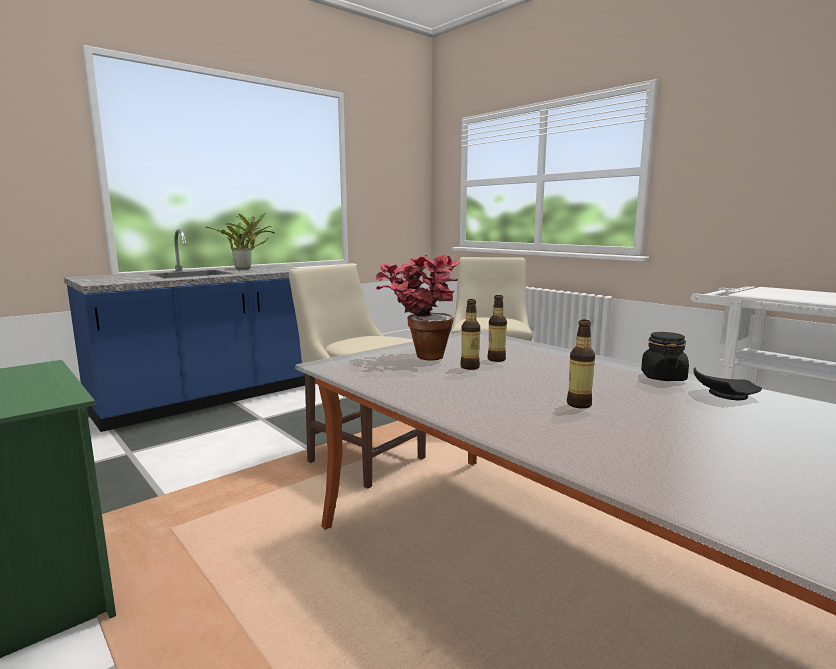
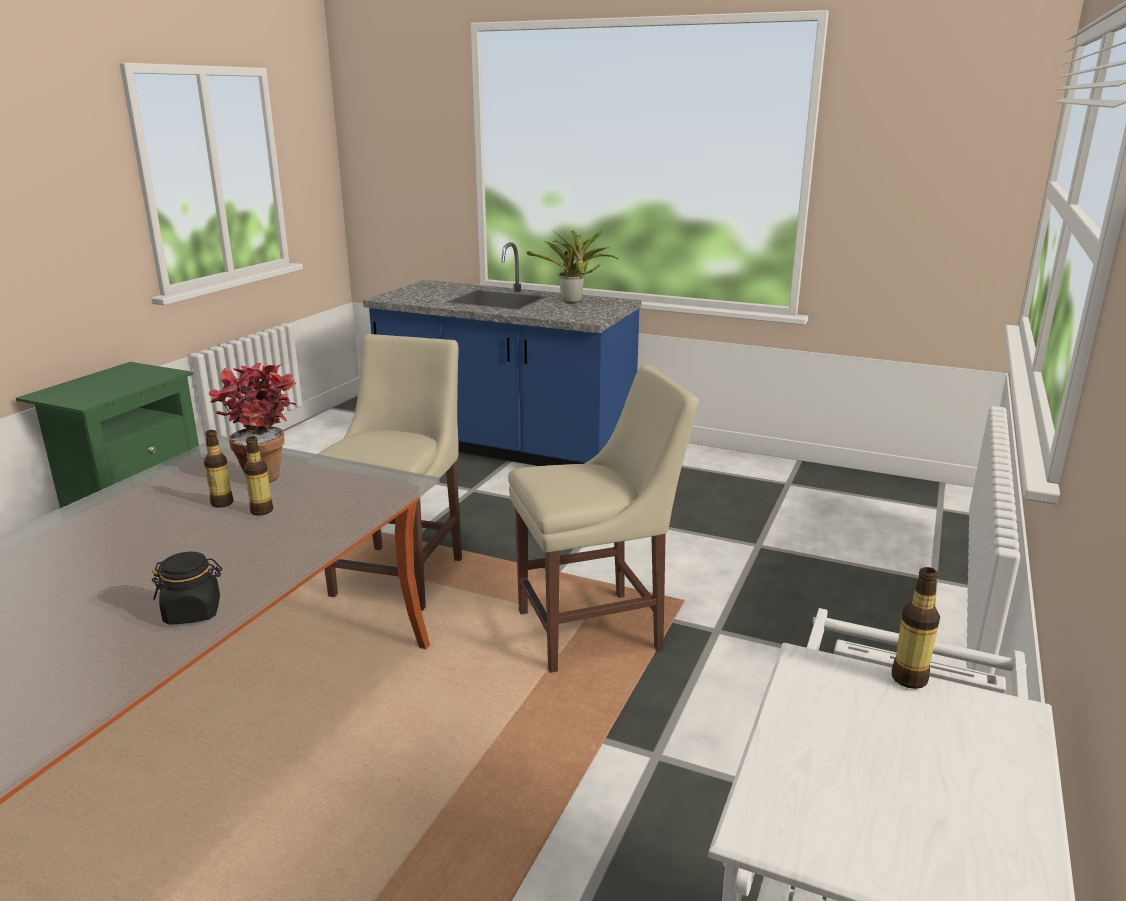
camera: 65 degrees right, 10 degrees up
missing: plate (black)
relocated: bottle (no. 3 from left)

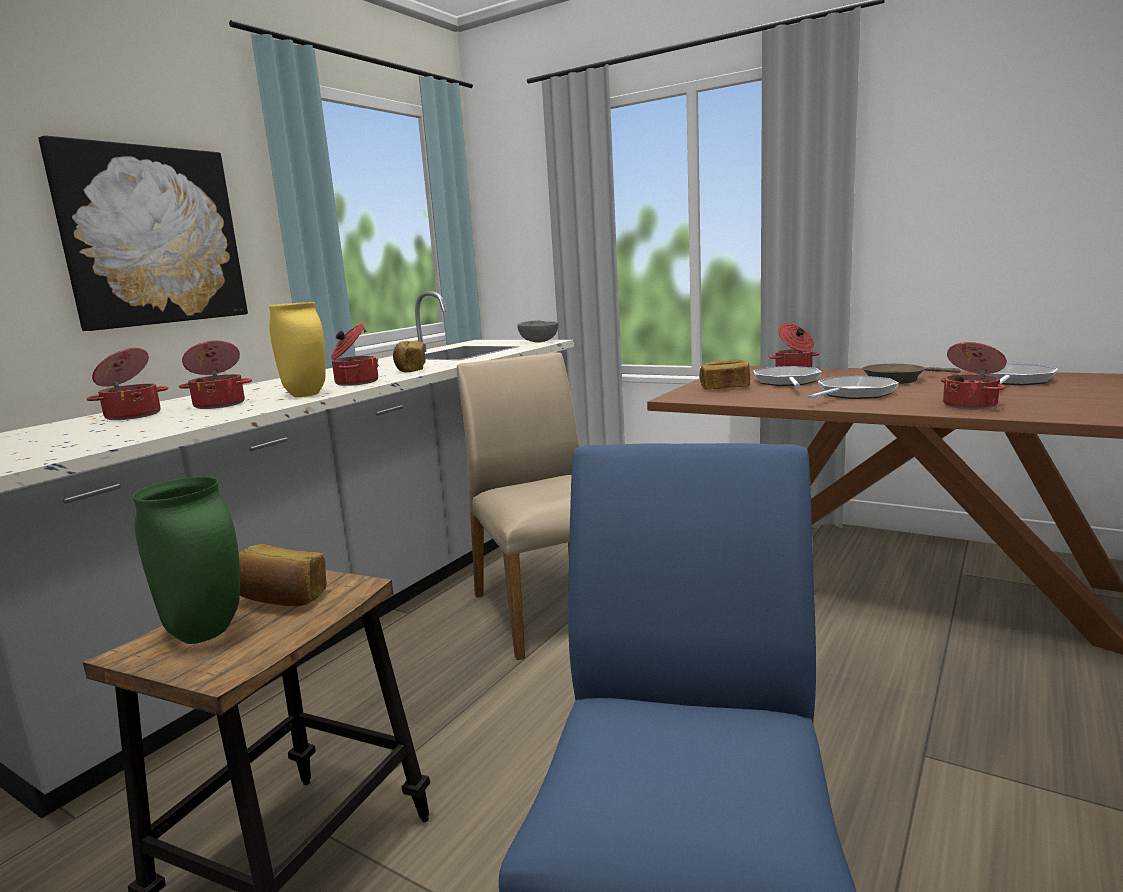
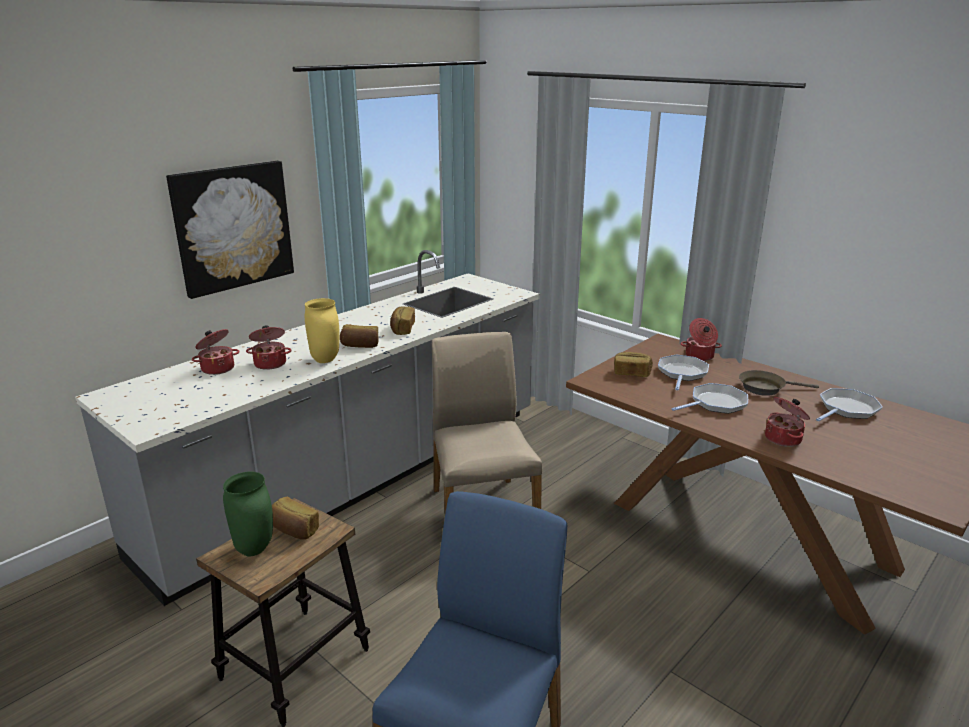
camera: 10 degrees right, 10 degrees up
missing: bowl (grey)
exchanged: cooking pot (no. 3 from left) to bread (no. 2 from left)

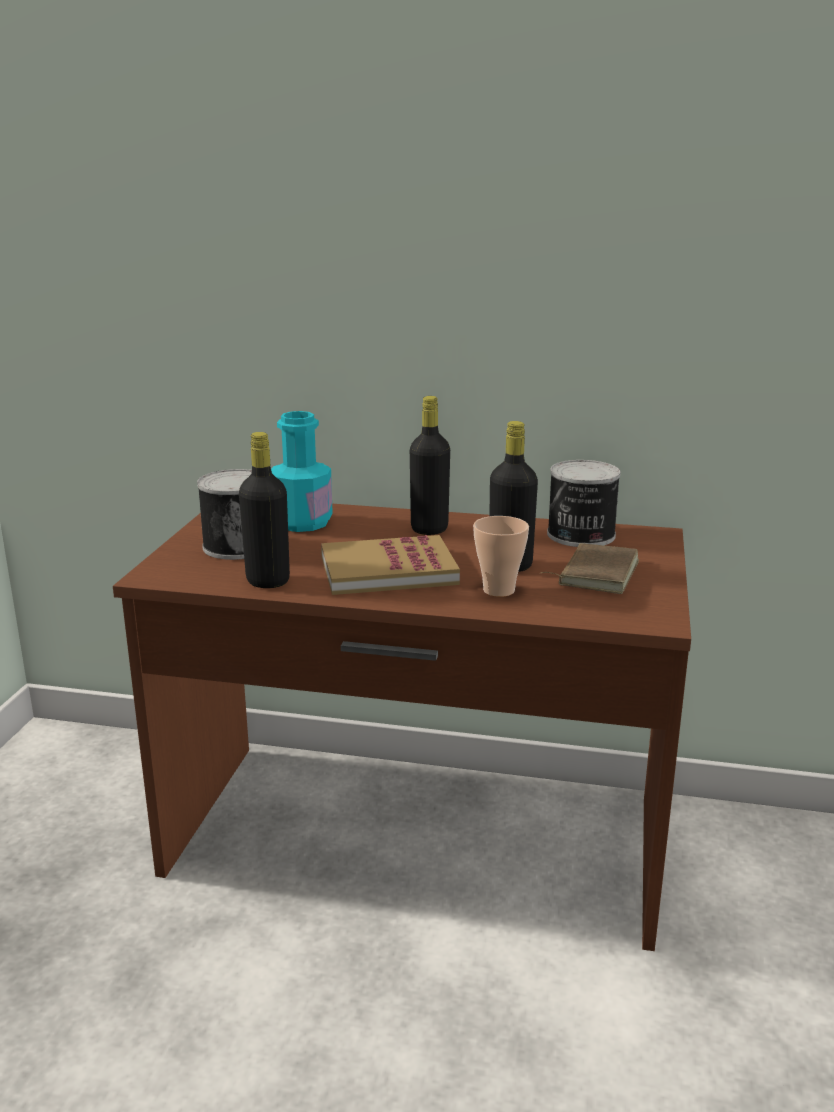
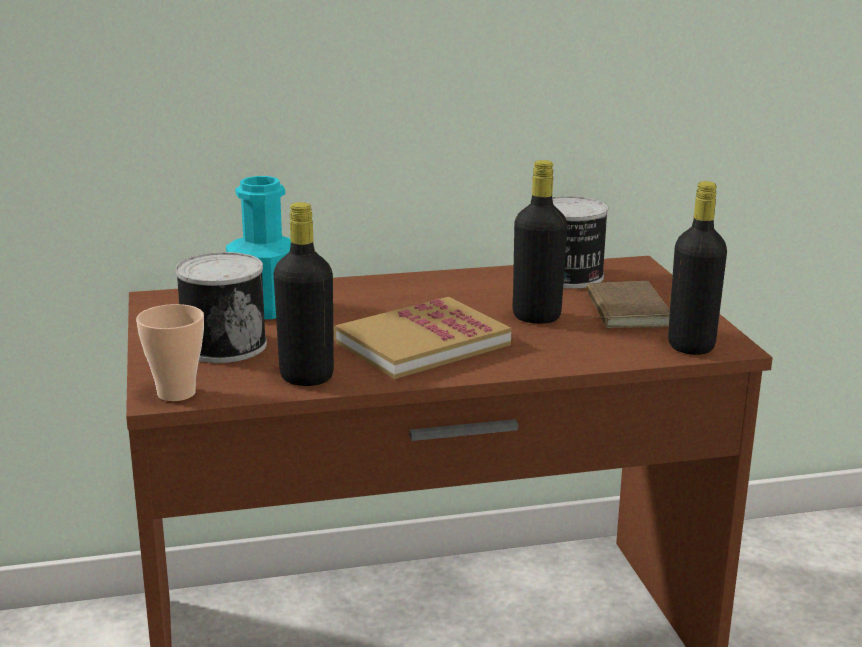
camera: 25 degrees left, 0 degrees up
relocated: bottle (black) (no. 2 from left in the first image) to bottle (black) (no. 3 from left); cup

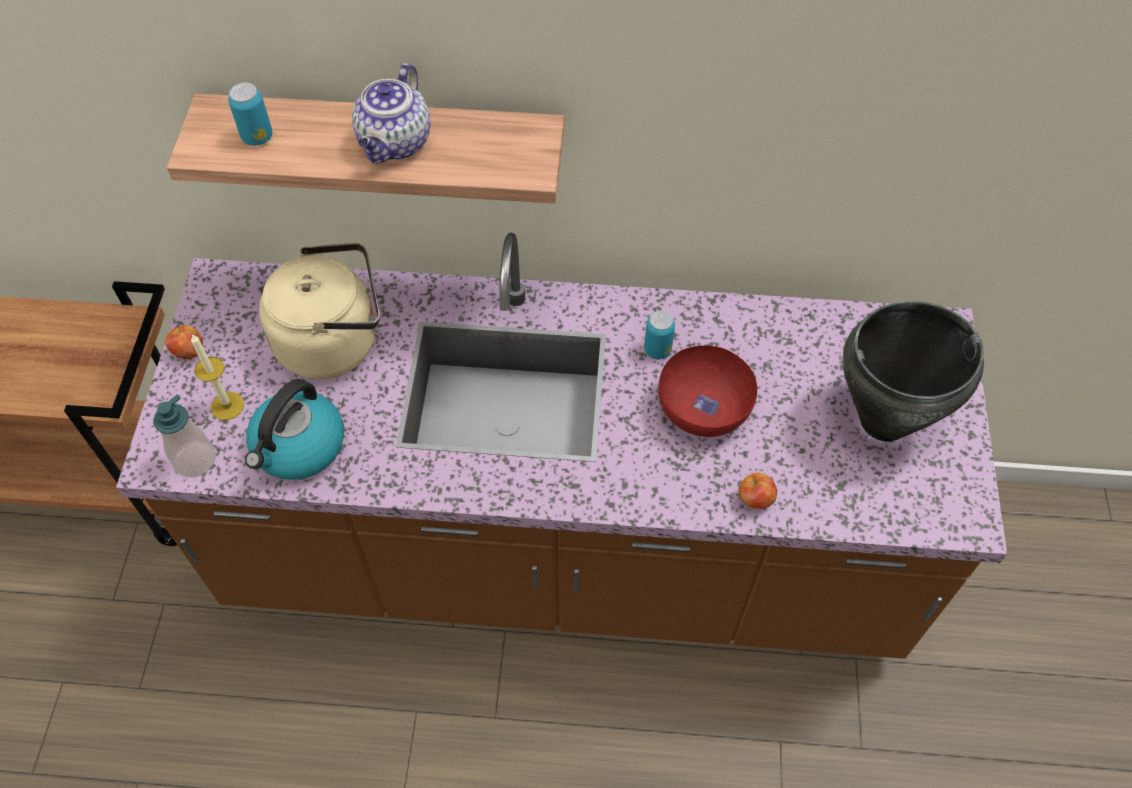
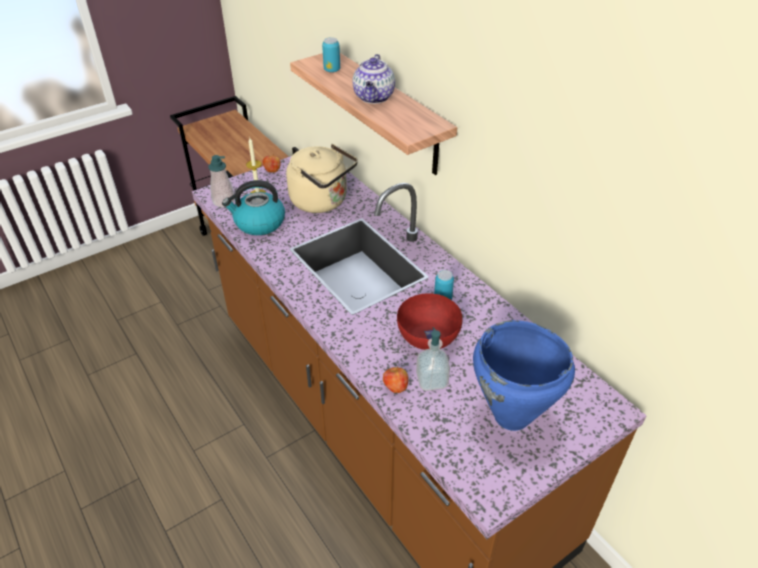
camera: 50 degrees right, 15 degrees down
appeared: soap dispenser (no. 2 from left)
colour: cooking pot (black) to cooking pot (blue)
spun: teapot 60 degrees counterclockwise

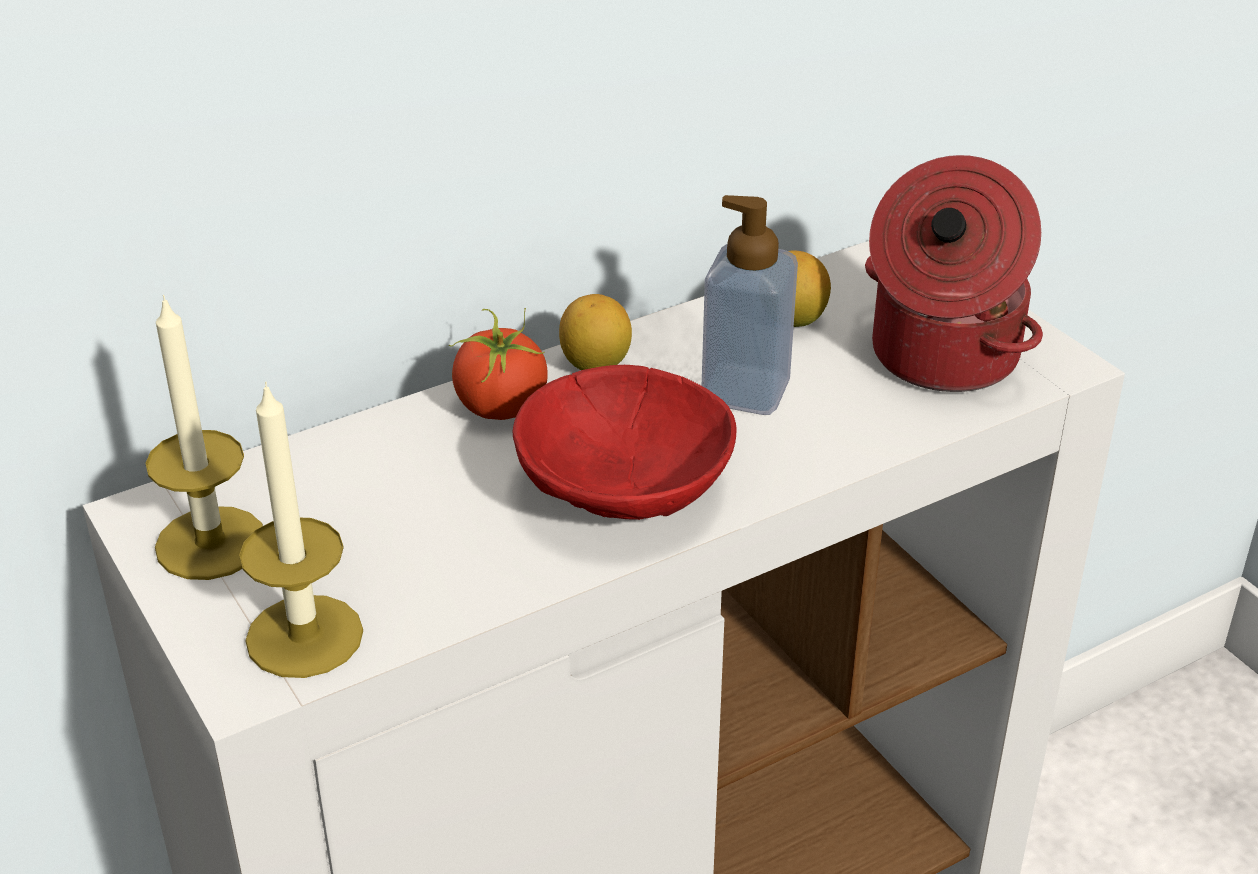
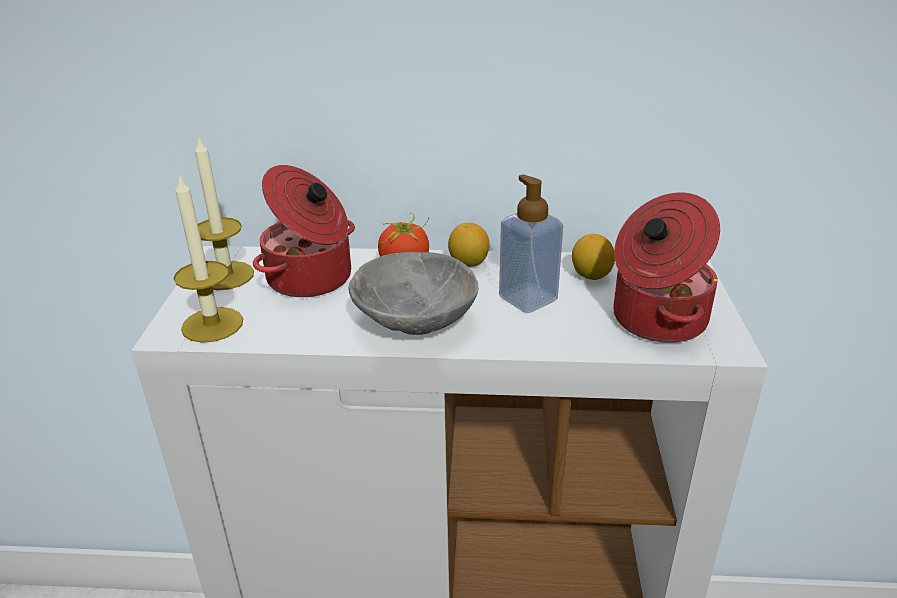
camera: 35 degrees right, 5 degrees down
appeared: cooking pot (no. 1 from left)
colour: bowl (red) to bowl (grey)

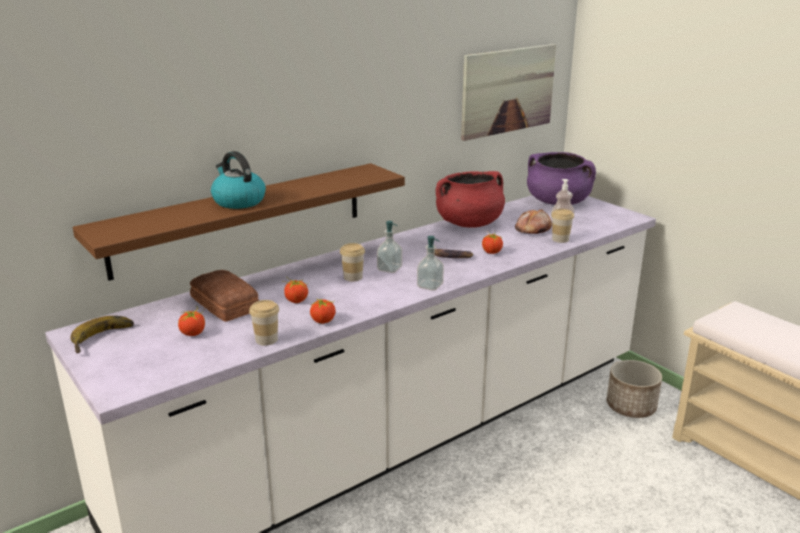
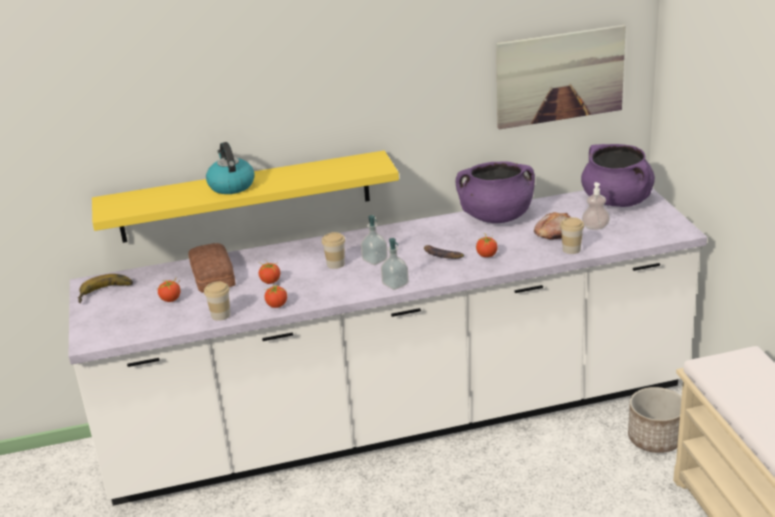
camera: 25 degrees right, 5 degrees up
colour: shelf (brown) to shelf (yellow); cooking pot (red) to cooking pot (purple) (no. 1 from left)

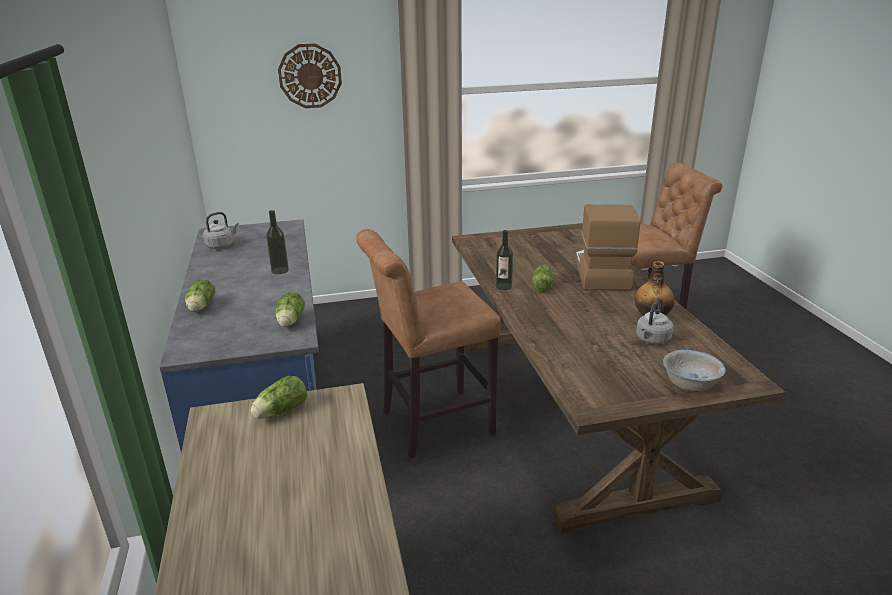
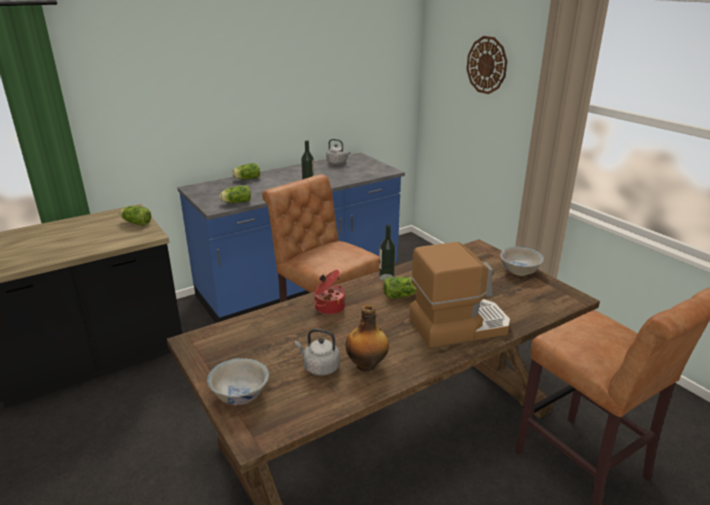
camera: 70 degrees right, 0 degrees up
appeared: bowl (white) (no. 2 from left); cooking pot

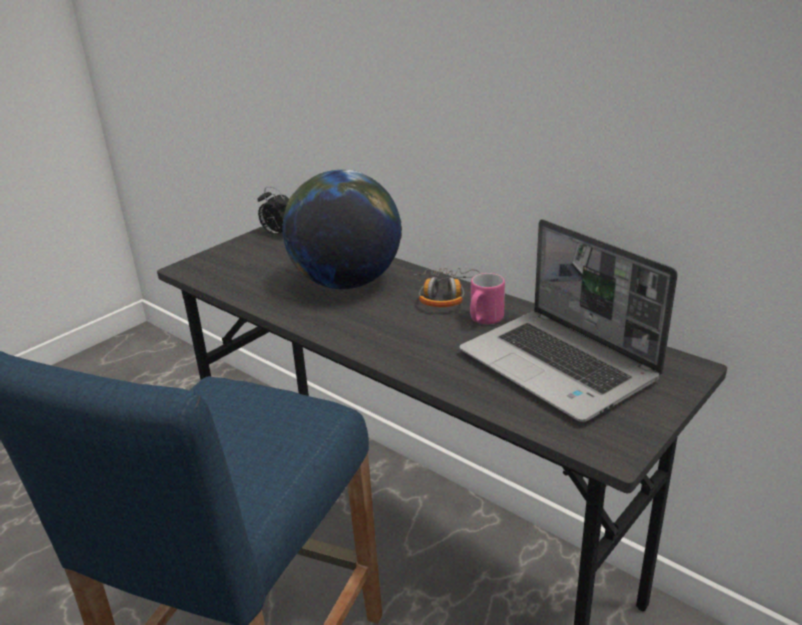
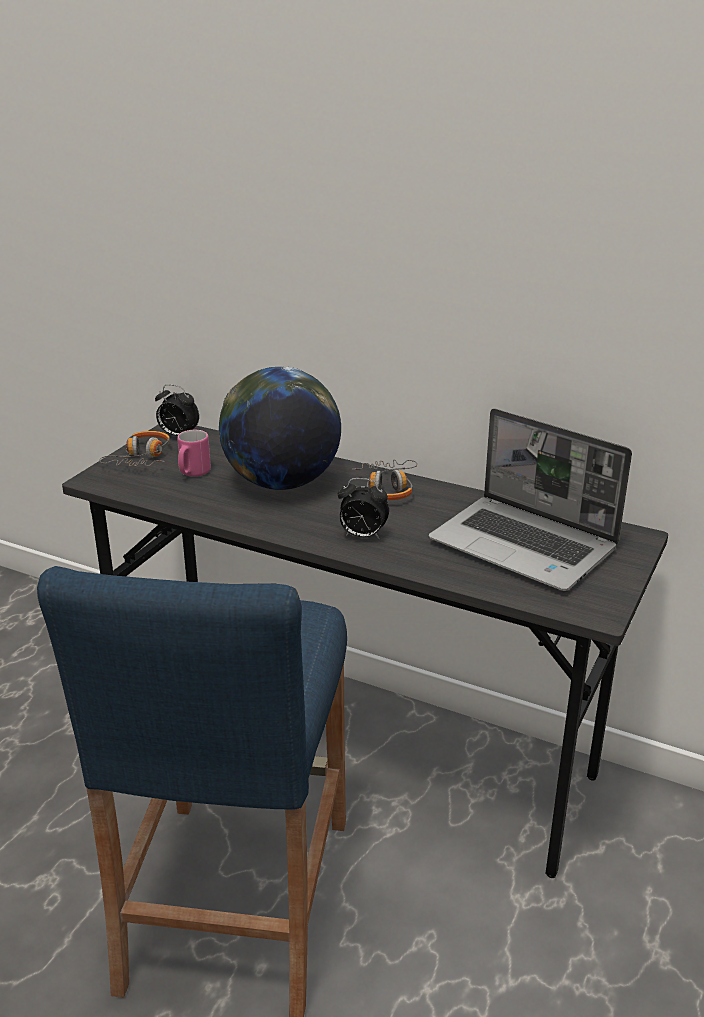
camera: 15 degrees left, 0 degrees up
appeared: headphones (no. 1 from left); alarm clock (no. 2 from left)
relocated: mug (pink)

